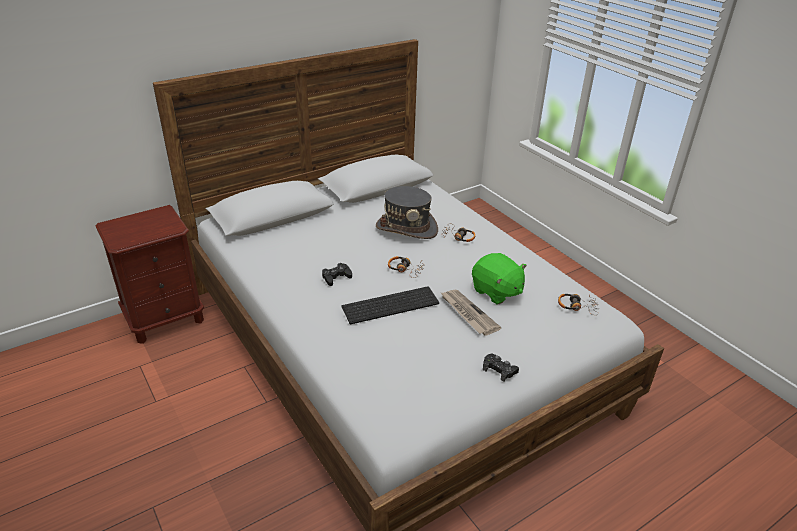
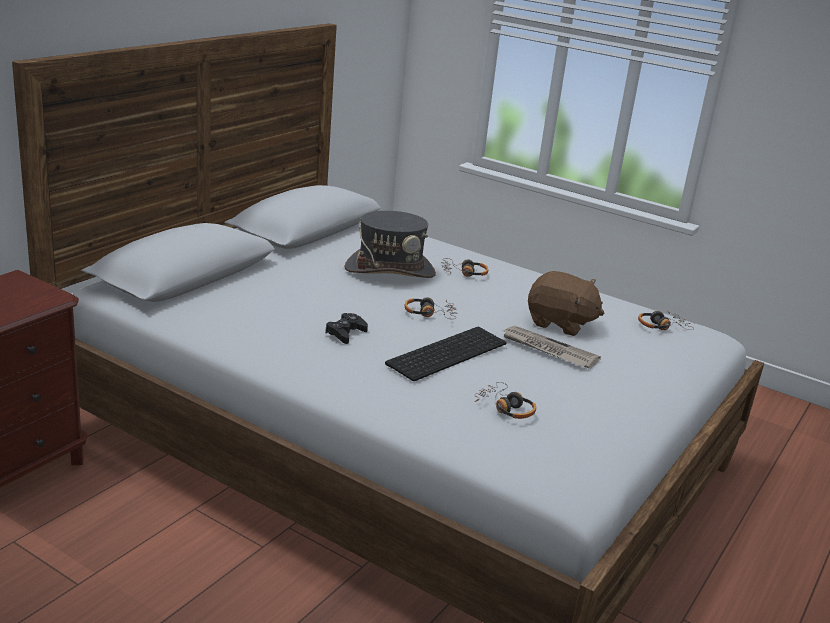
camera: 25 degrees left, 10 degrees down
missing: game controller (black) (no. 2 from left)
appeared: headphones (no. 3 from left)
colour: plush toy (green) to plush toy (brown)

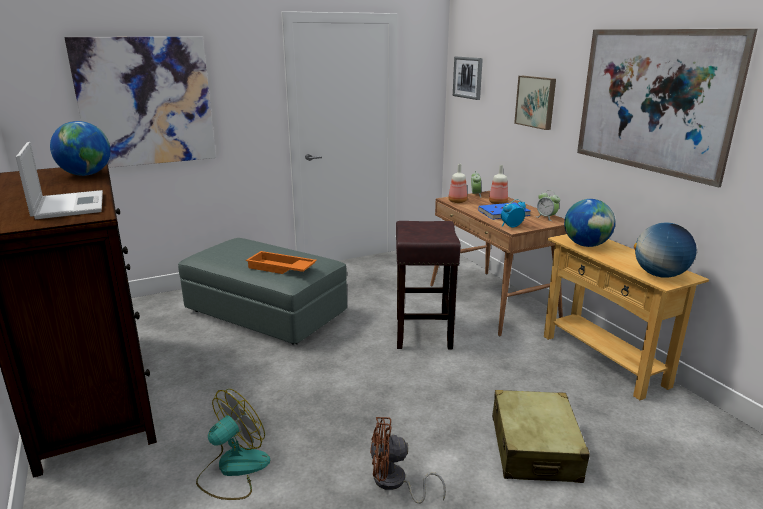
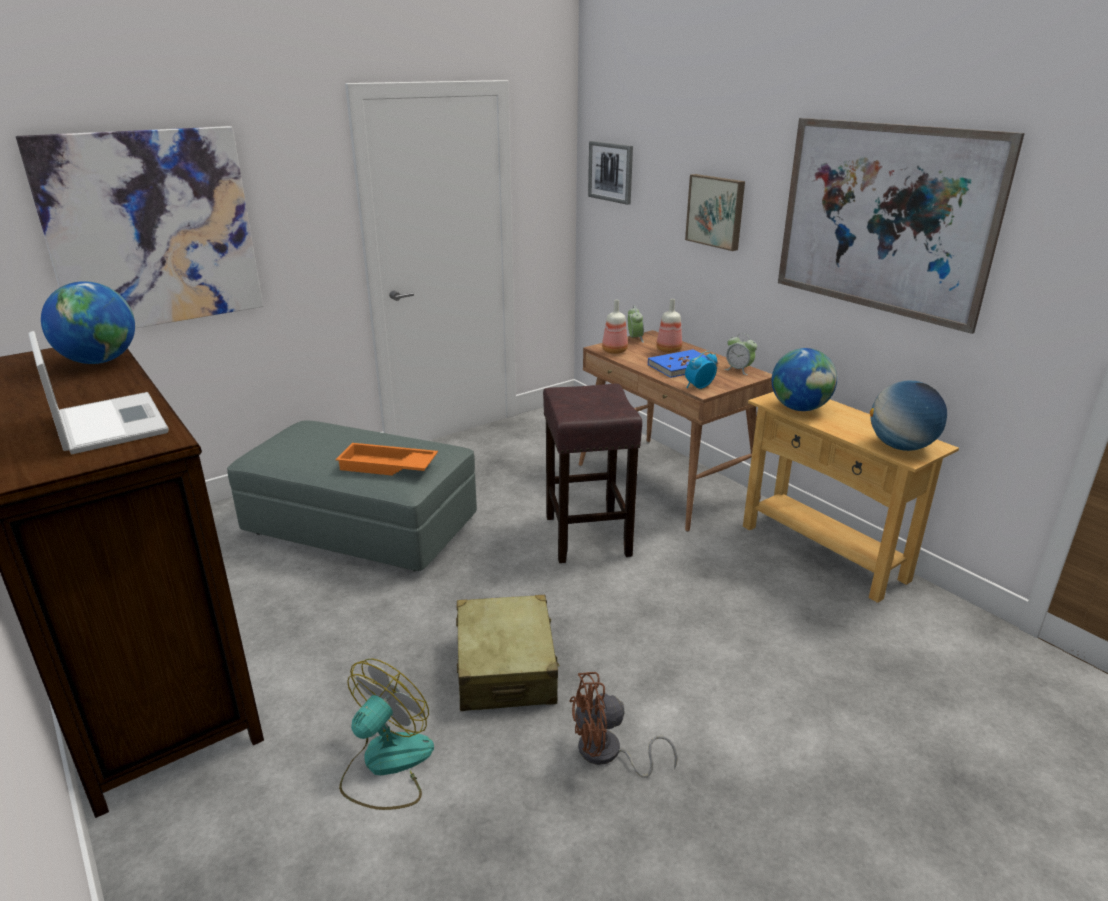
camera: 10 degrees left, 5 degrees up
relocated: suitcase (beige)

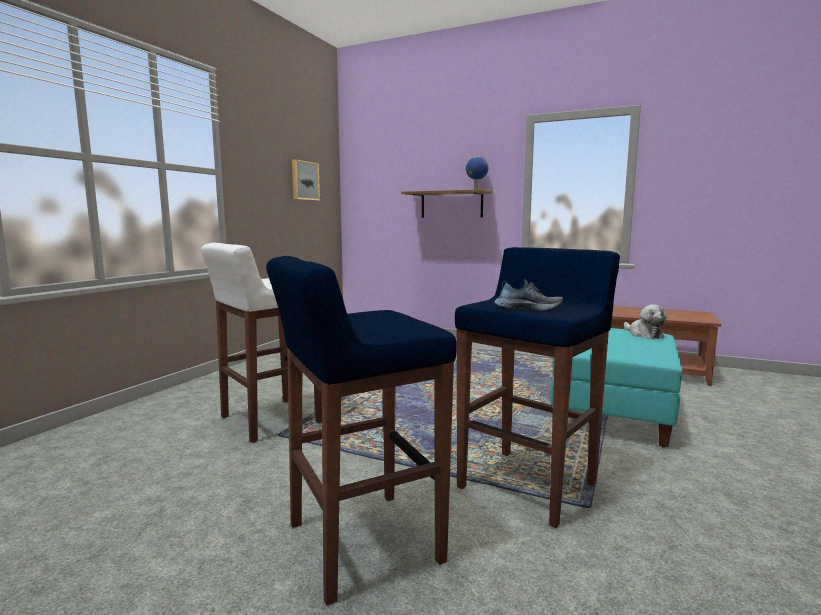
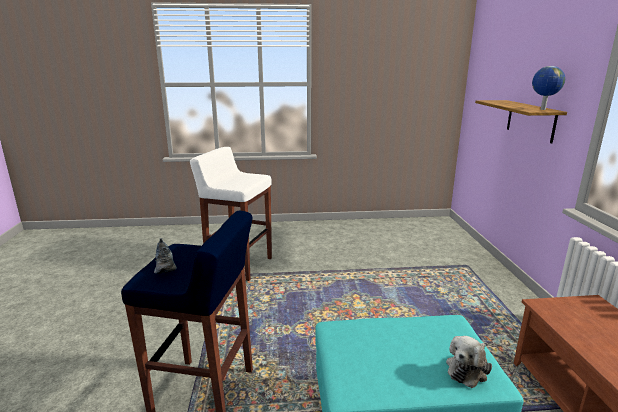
camera: 60 degrees right, 10 degrees up
missing: picture; stool (blue) (no. 1 from left)

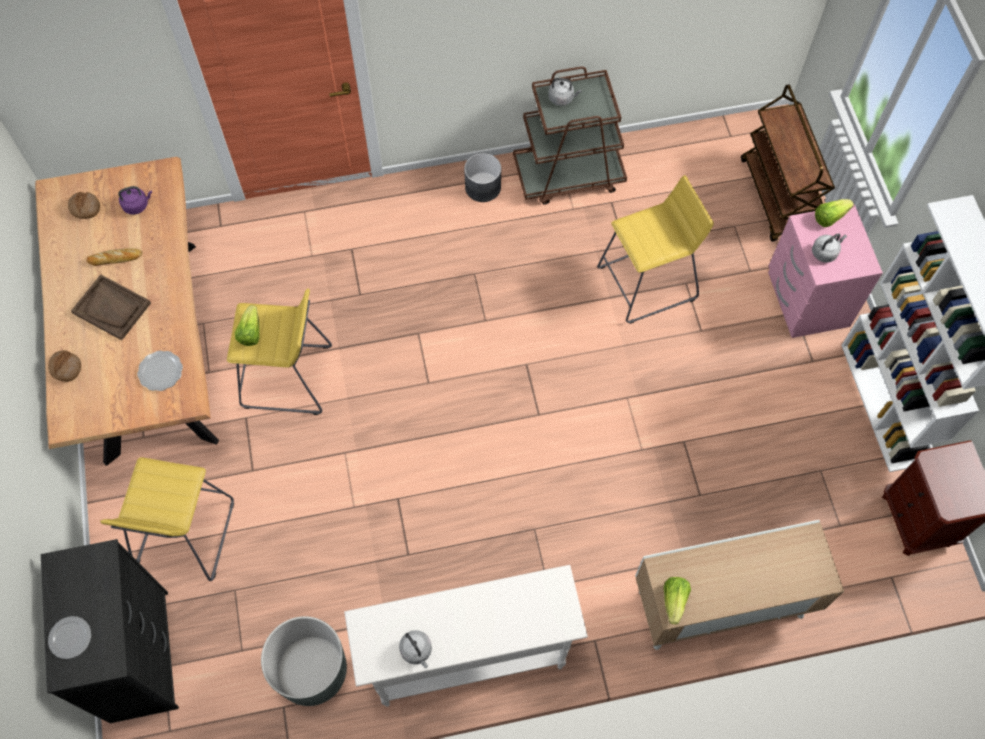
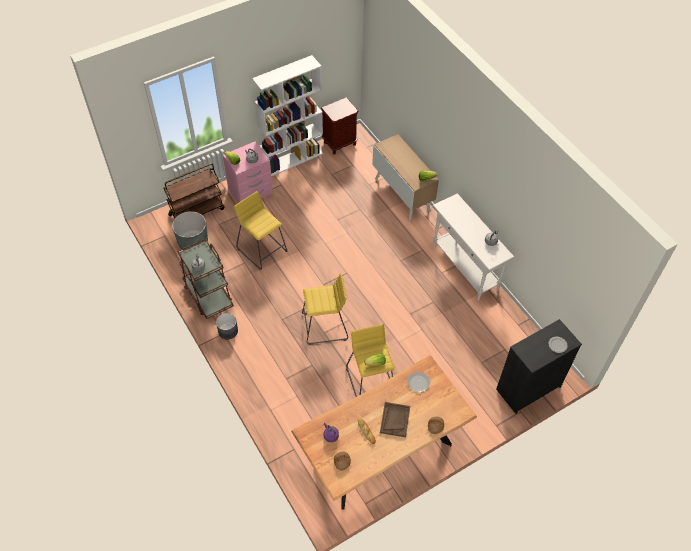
camera: 110 degrees left, 10 degrees down
relocated: stool (yellow) (no. 1 from left in the first image) to stool (yellow) (no. 2 from left); planter (grey) (no. 1 from left)

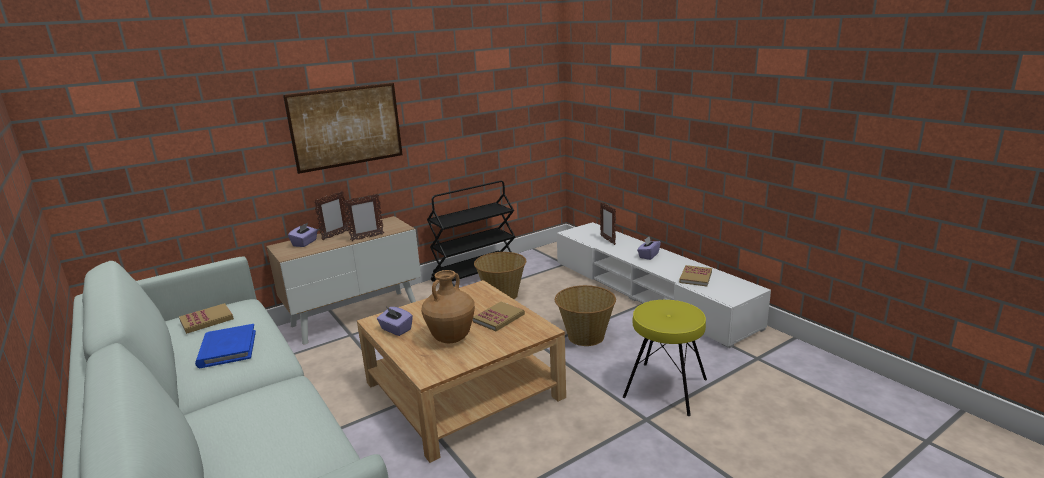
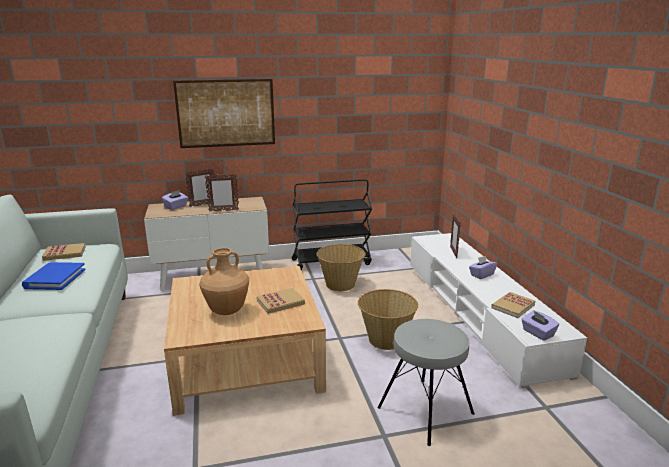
camera: 20 degrees right, 0 degrees up
relocated: tissue box (purple) (no. 2 from left in the first image) to tissue box (purple) (no. 3 from left)
colour: stool (yellow) to stool (grey)

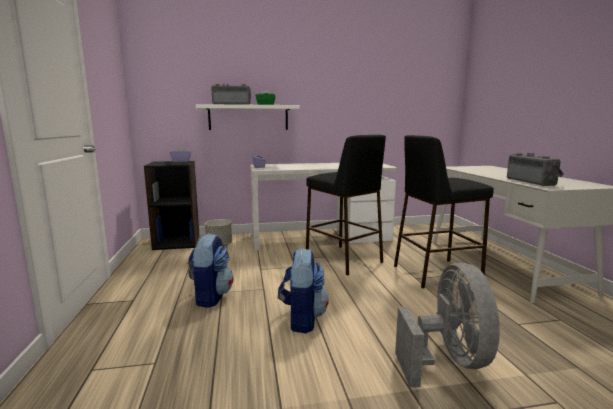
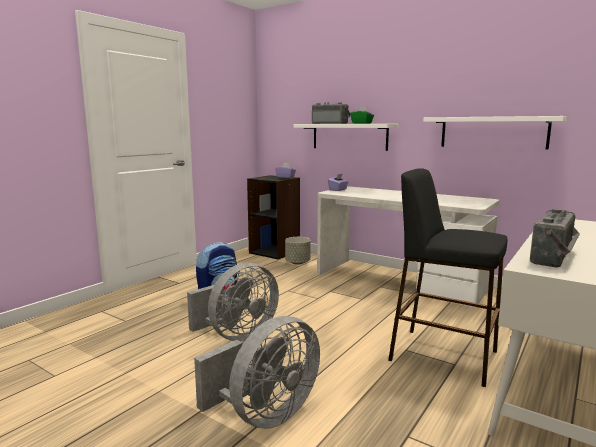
camera: 45 degrees right, 0 degrees up
missing: stool (black) (no. 1 from left)
appeared: shelf (white) (no. 2 from left)
exchanged: backpack (no. 2 from left) to fan (grey) (no. 1 from left)

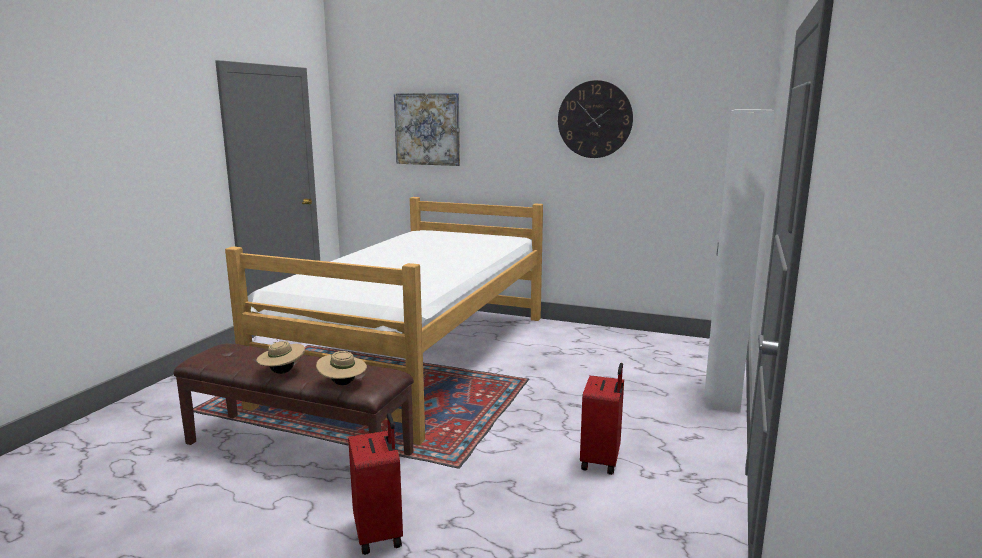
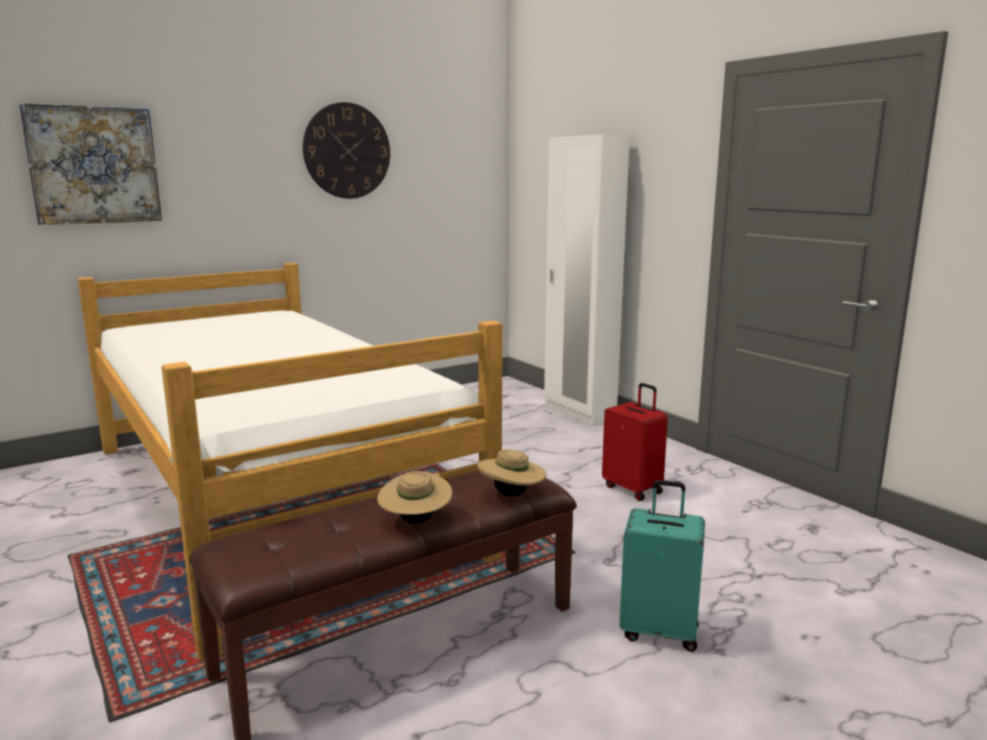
camera: 55 degrees left, 0 degrees up
colour: suitcase (red) (no. 1 from left) to suitcase (turquoise)

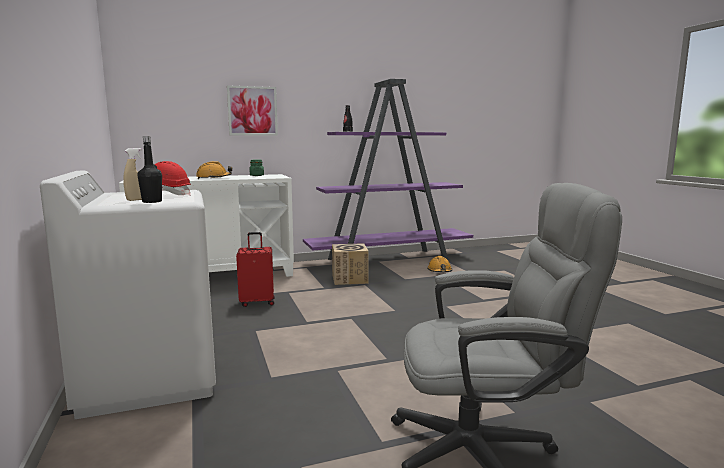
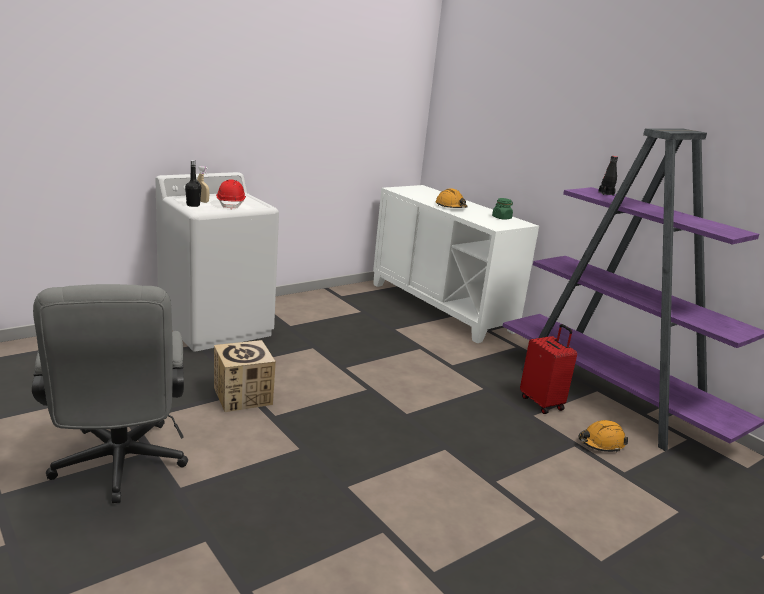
camera: 70 degrees right, 10 degrees up
missing: picture
relocated: suitcase (red); cardboard box

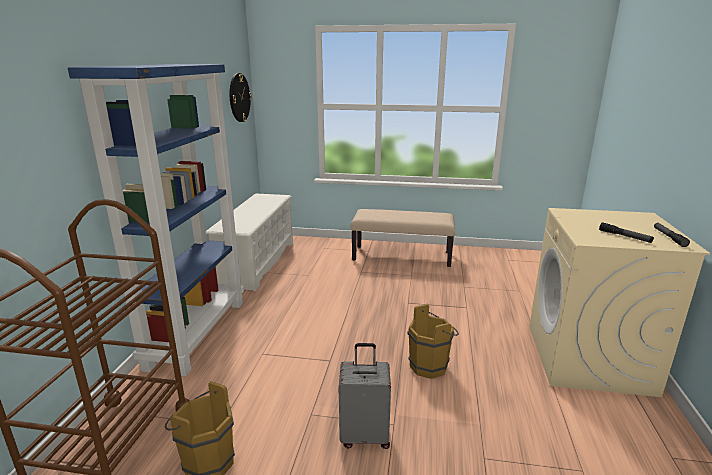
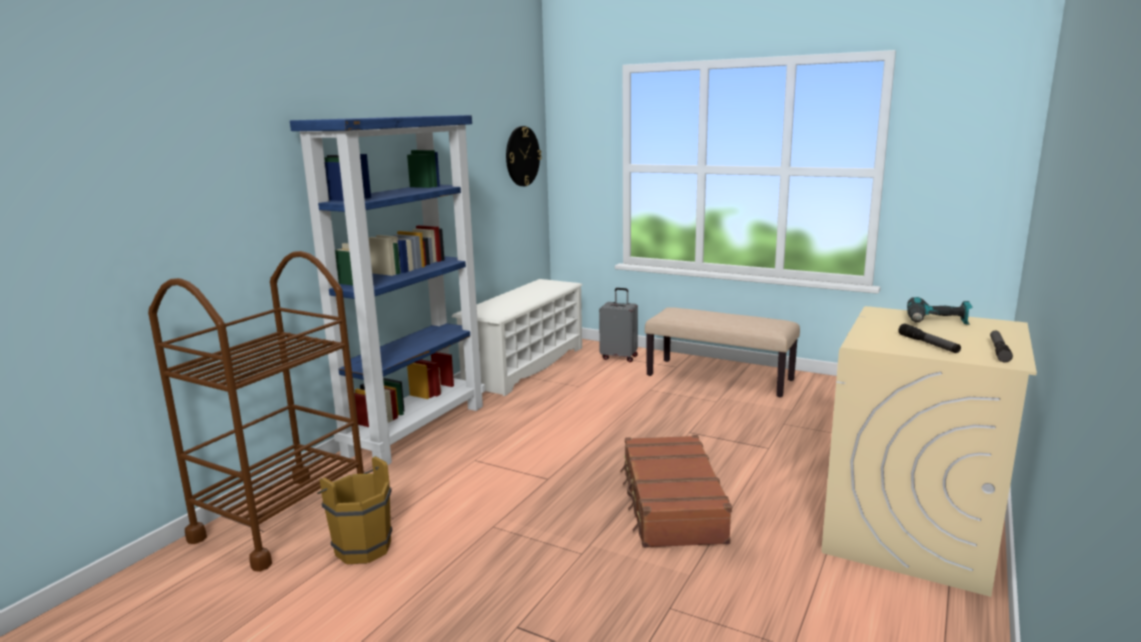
camera: 20 degrees right, 5 degrees down
appeared: power drill
relocated: suitcase (grey)
exchanged: bucket (brown) (no. 2 from left) to suitcase (brown)

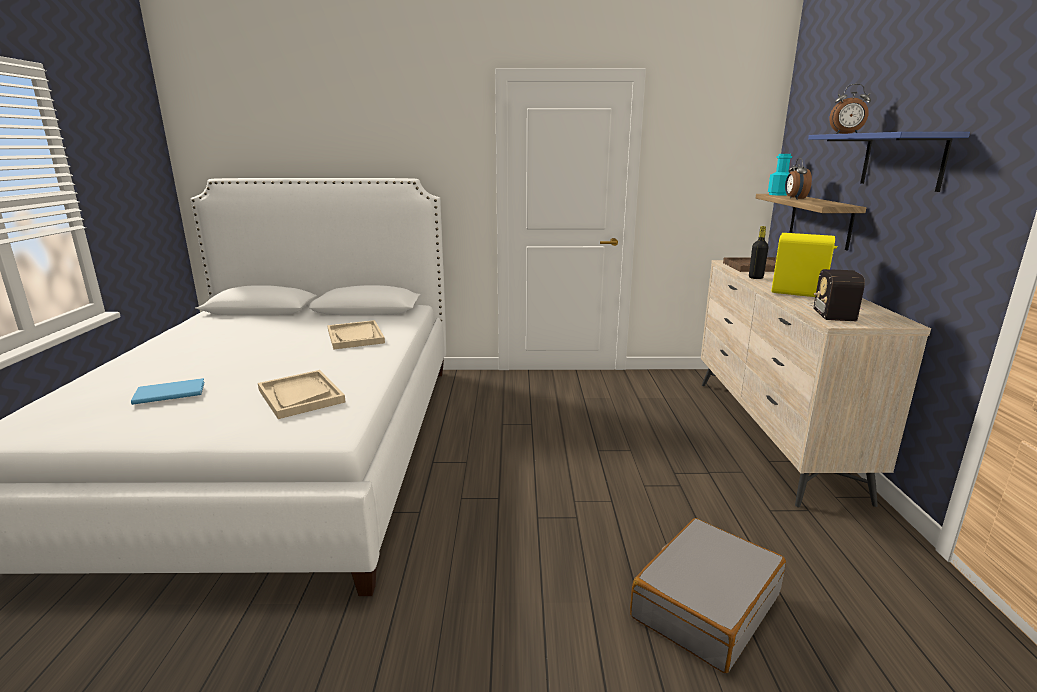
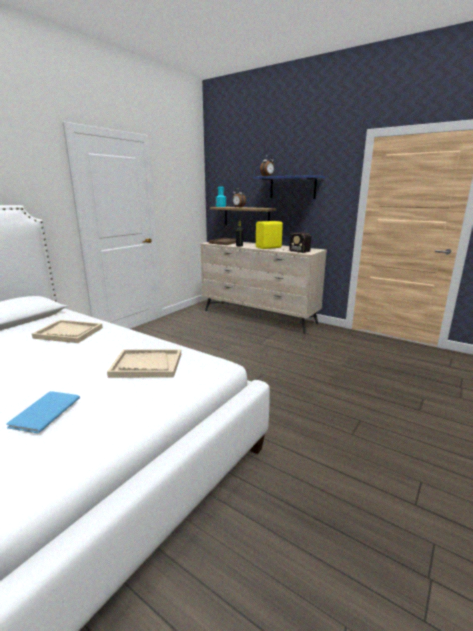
camera: 55 degrees left, 0 degrees up
missing: suitcase (grey)

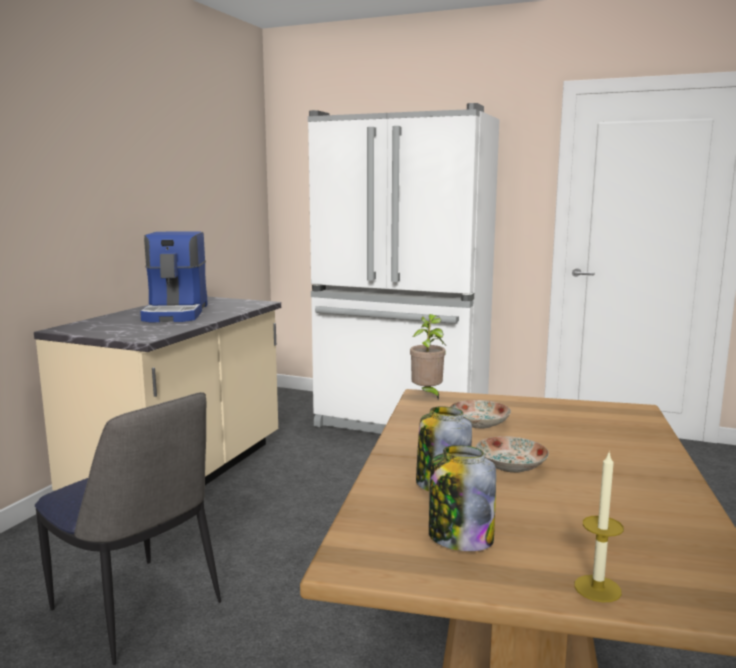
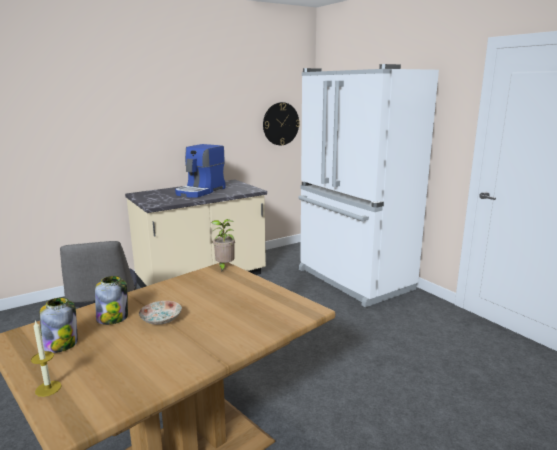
camera: 35 degrees right, 5 degrees up
missing: plate (no. 1 from left)
appeared: wall clock

